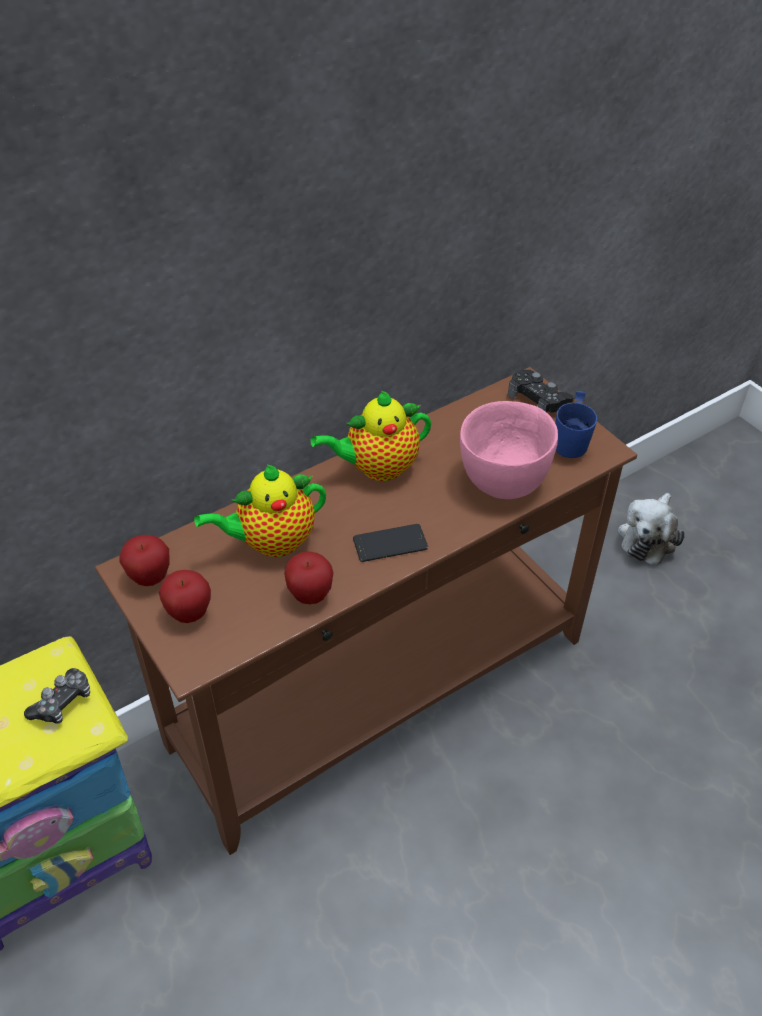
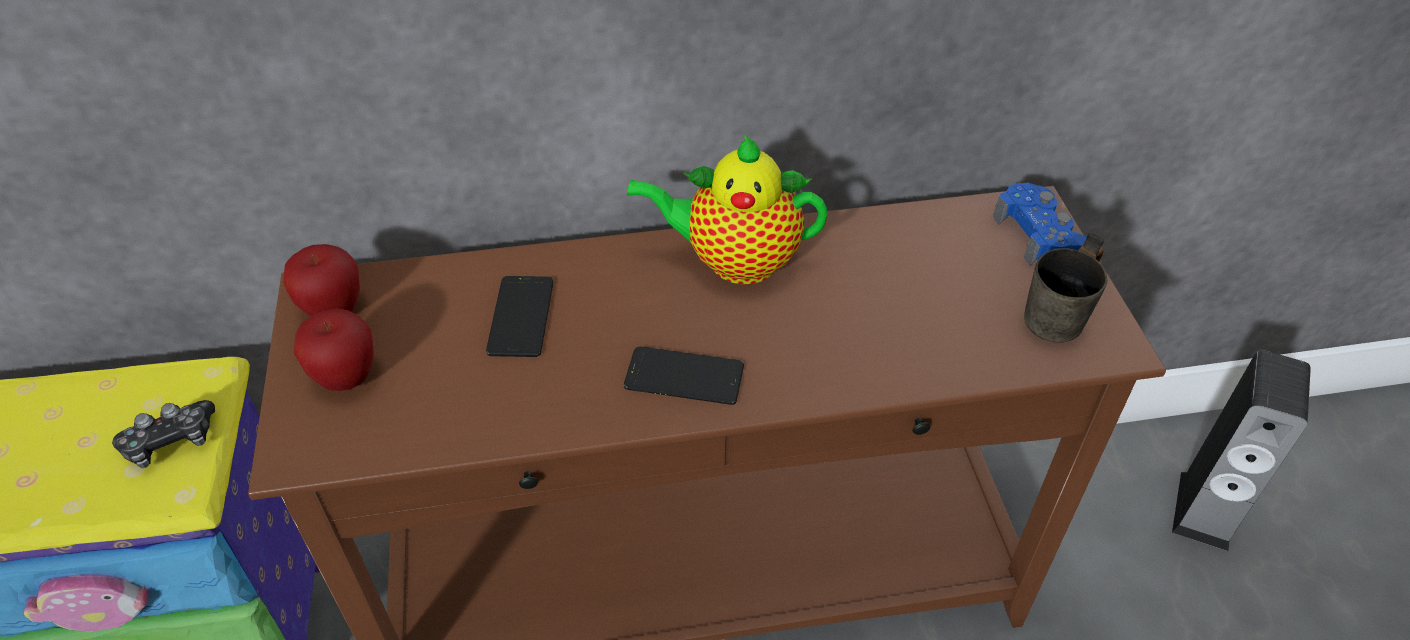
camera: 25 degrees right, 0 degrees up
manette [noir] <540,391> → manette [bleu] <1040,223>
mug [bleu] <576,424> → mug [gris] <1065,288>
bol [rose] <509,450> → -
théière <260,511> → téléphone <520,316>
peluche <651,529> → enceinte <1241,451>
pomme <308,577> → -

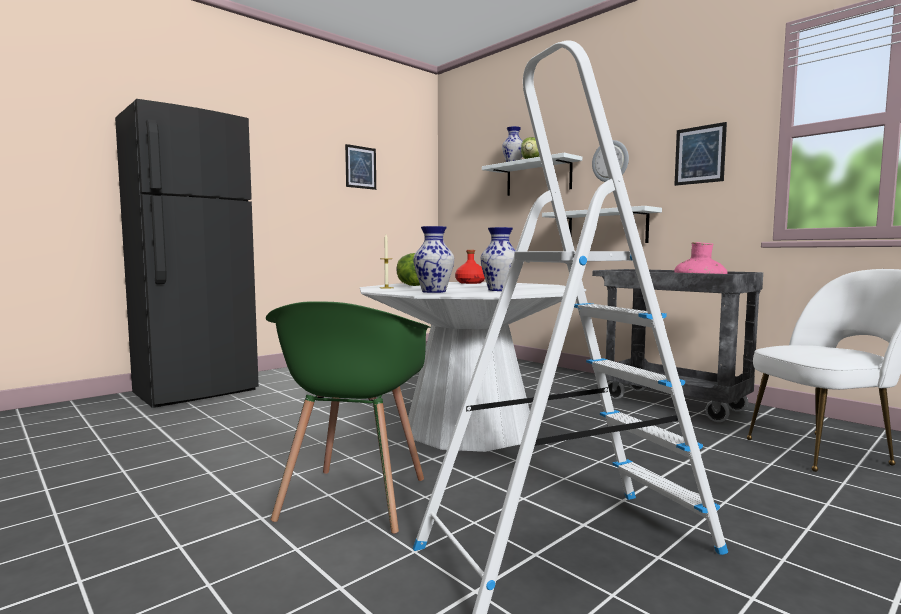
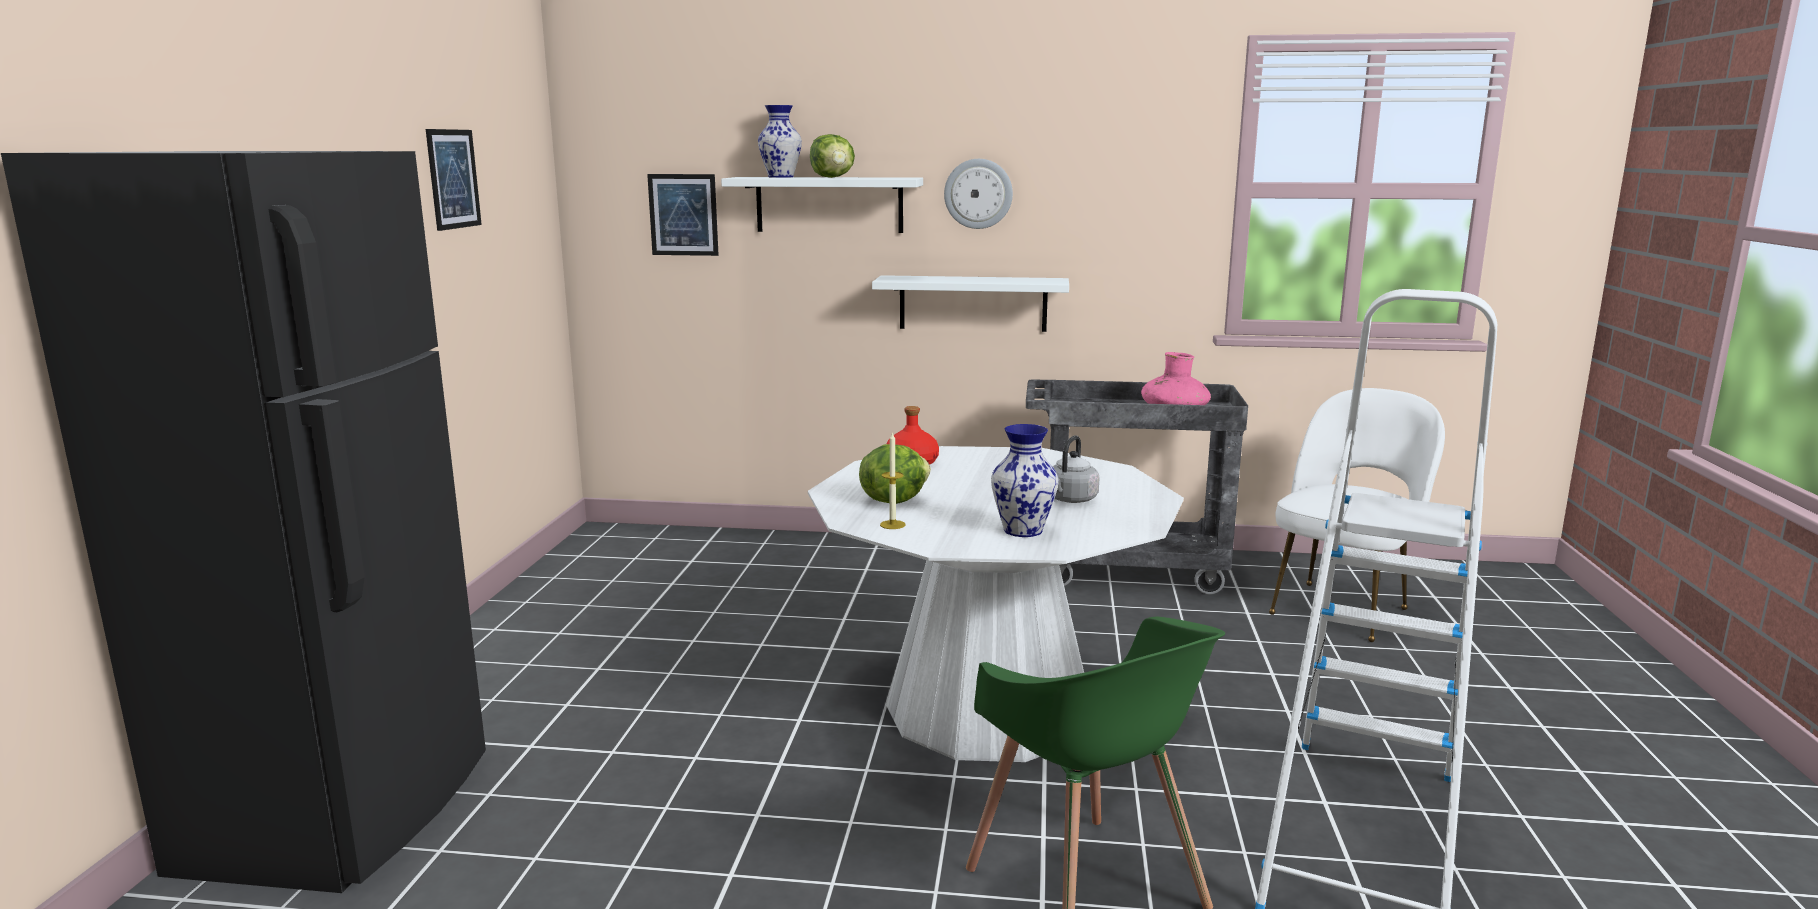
camera: 40 degrees left, 10 degrees up
tableau <700,154> → tableau <683,215>, shifted
vase <498,259> → bouilloire [gris] <1076,469>

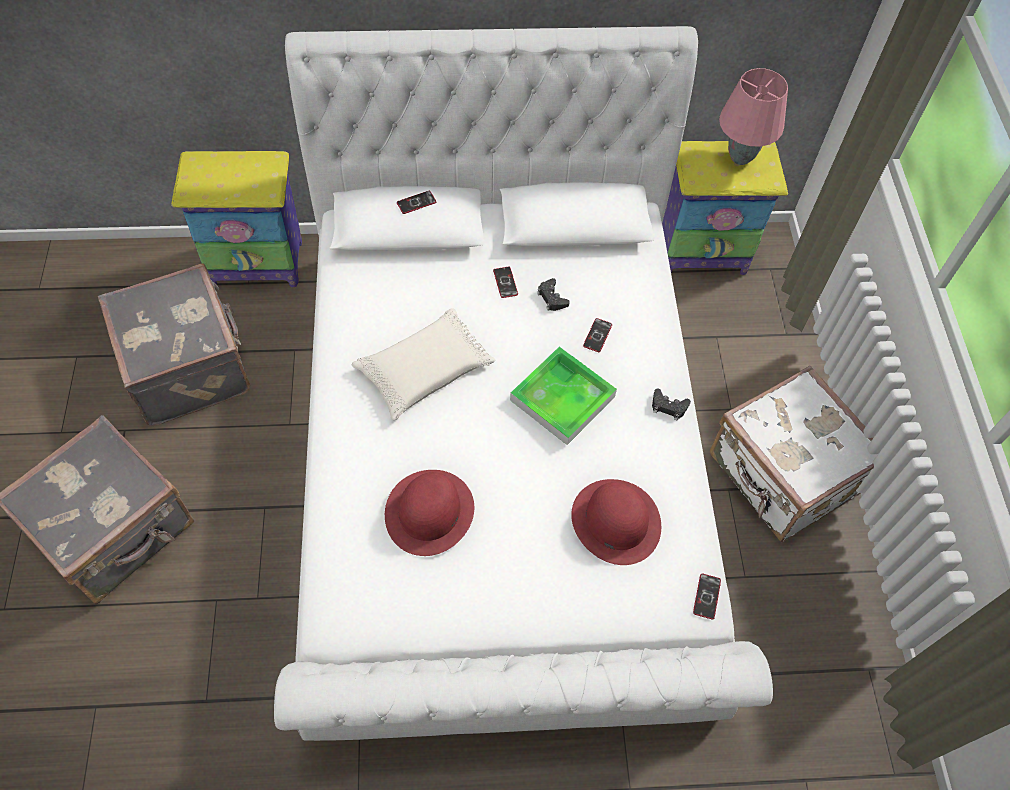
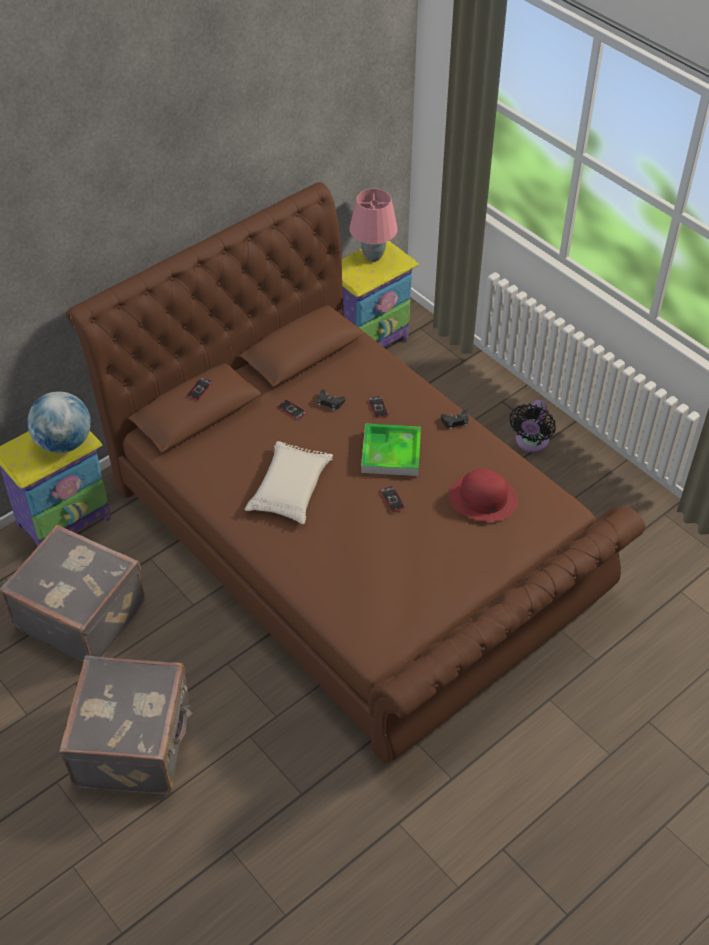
camera: 35 degrees left, 10 degrees down
lit [blanc] <523,383> → lit [marron] <356,473>
valise [blanc] <793,454> → ventilateur [noir] <533,426>
chapeau [rouge] <429,513> → -
téléphone <707,596> → téléphone <392,499>, shifted
- → globe <59,422>

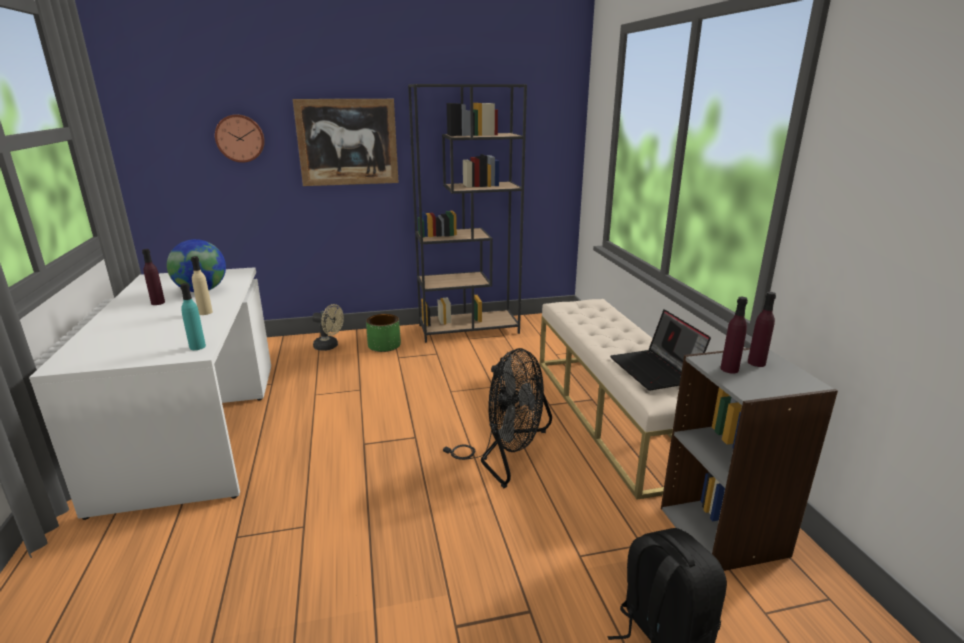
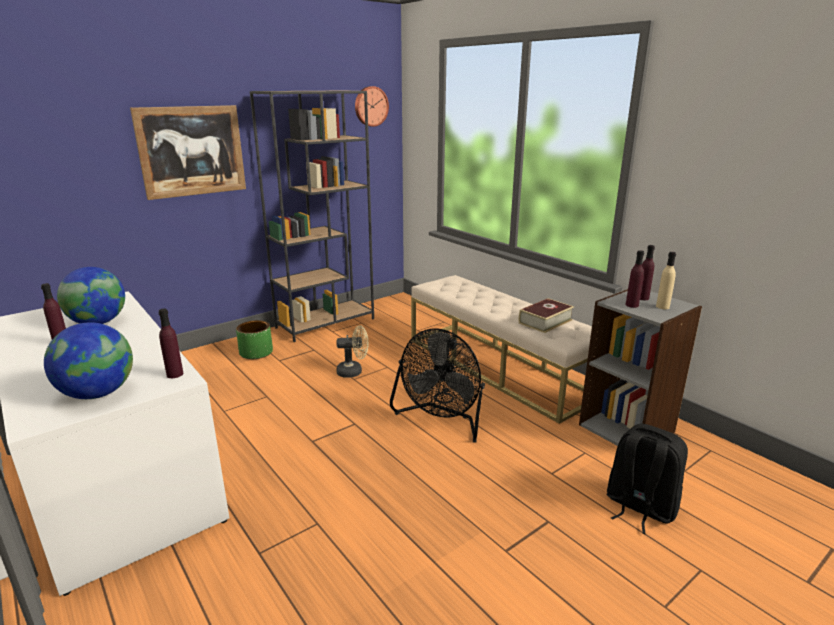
camera: 25 degrees left, 0 degrees up
horloge murale <240,138> → horloge murale <372,106>, shifted
bouteille [beige] <202,285> → bouteille [beige] <666,280>, shifted
bouteille [turquoise] <193,316> → bouteille [violet] <171,343>
ventilateur [beige] <328,327> → ventilateur [beige] <352,351>, shifted
ordinateur portable <660,349> → livre <546,315>
ventilateur [noir] <497,418> → ventilateur [noir] <437,385>, 120 degrees clockwise
- → globe <88,360>

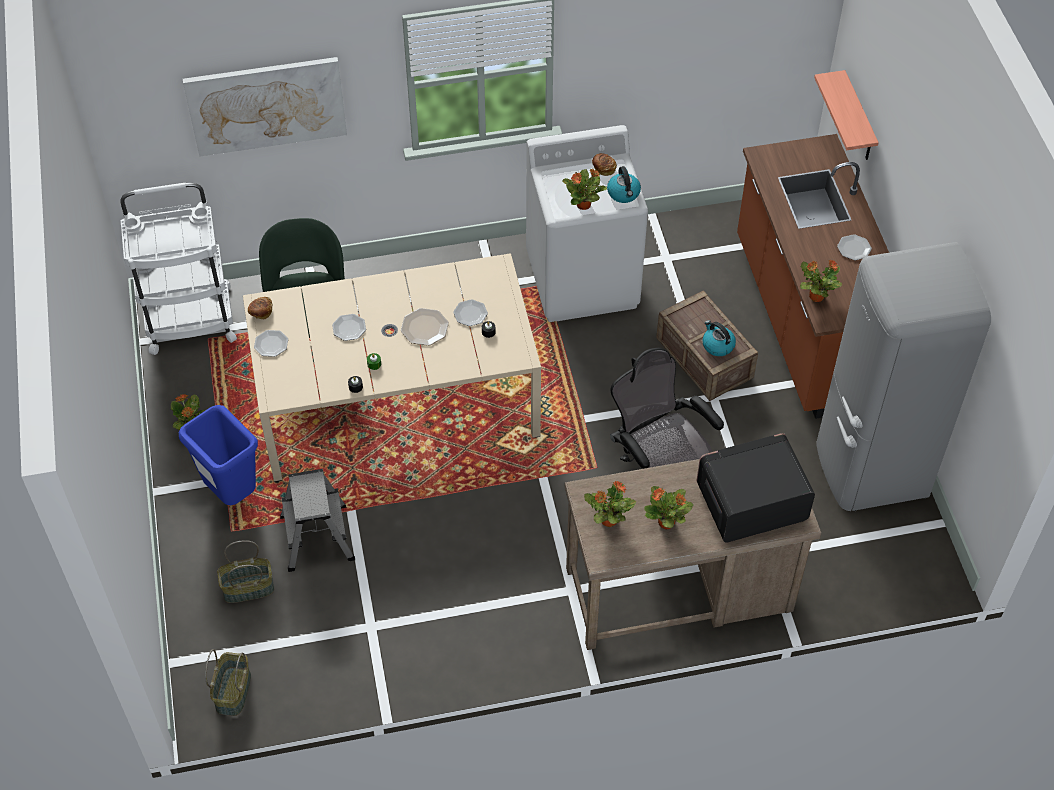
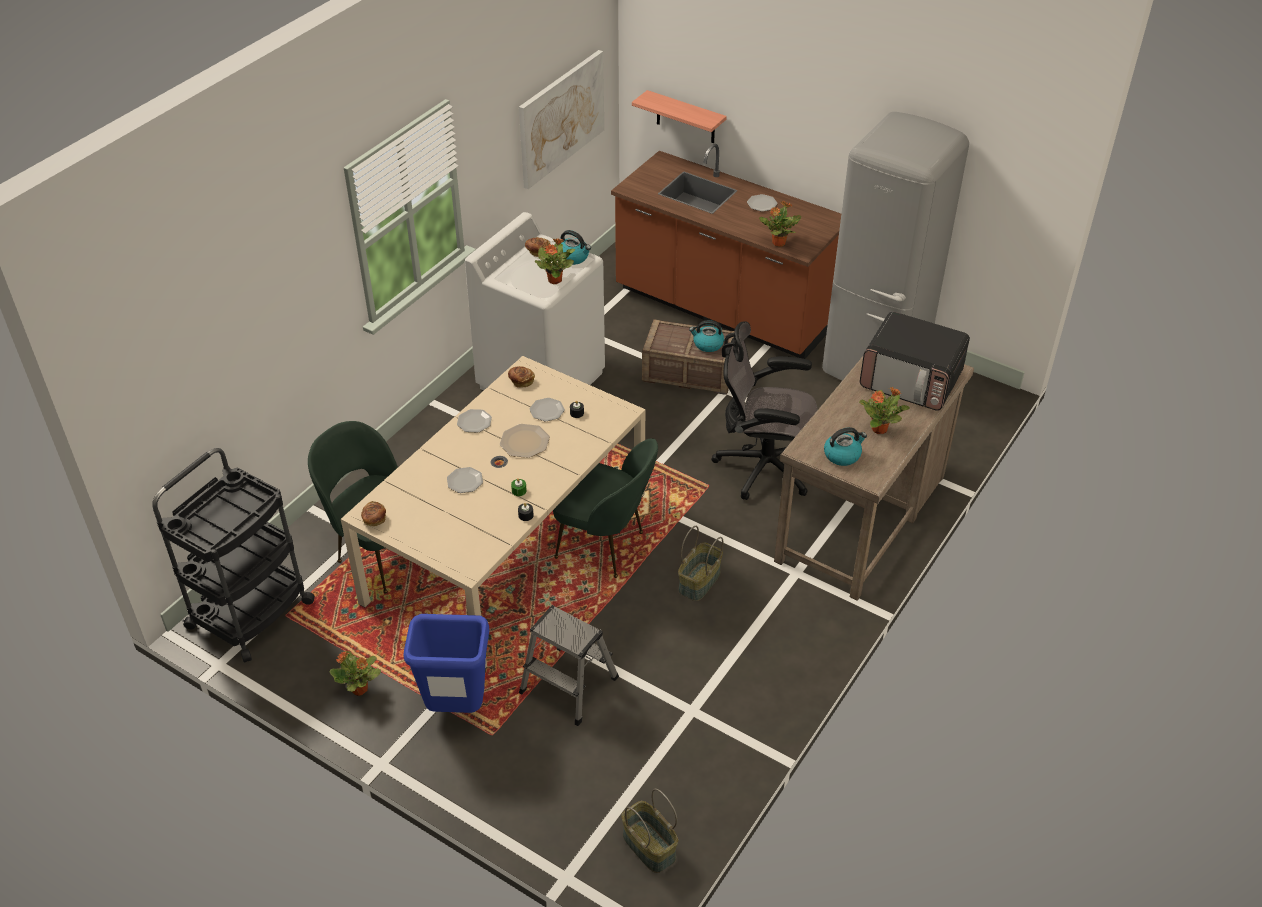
camera: 45 degrees left, 10 degrees down
tableau <265,107> → tableau <561,119>, shifted
chariot [blanc] <178,269> → chariot [noir] <233,555>
assiette <271,343> → assiette <474,420>, shifted
micro-ondes <755,487> → micro-ondes <915,361>, 90 degrees counterclockwise
plante en pot <610,504> → bouilloire <845,446>
panier <245,571> → panier <700,563>, shifted
- → pain <521,376>
- → chaise [vert] <605,508>

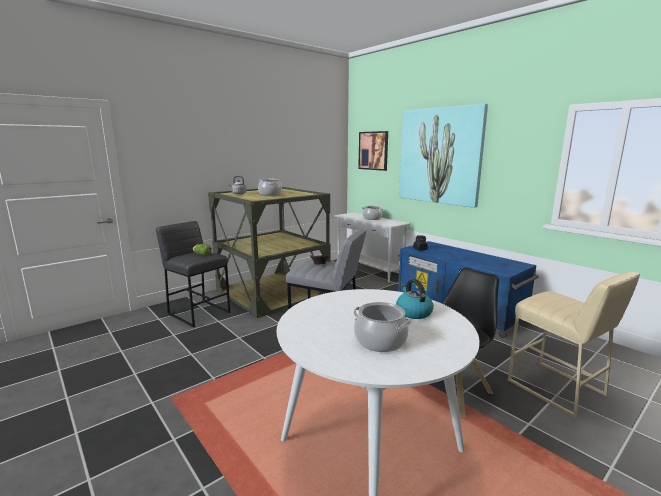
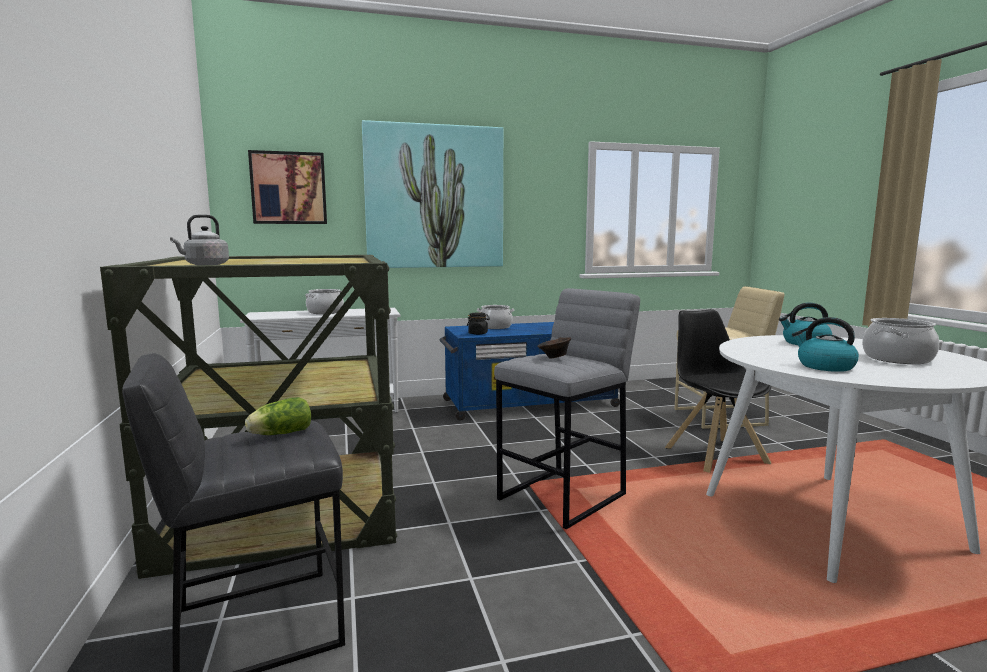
camera: 65 degrees left, 5 degrees down
marmite <270,187> → marmite <495,317>, shifted
- → bouilloire <825,344>

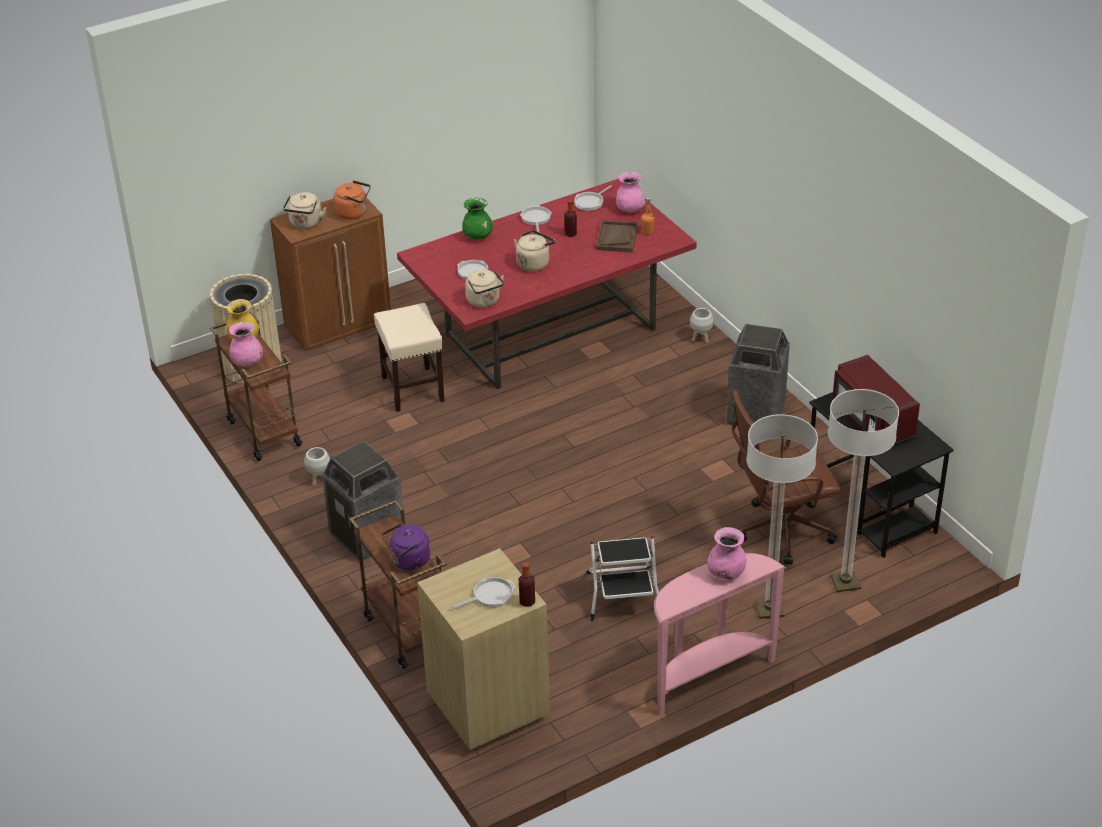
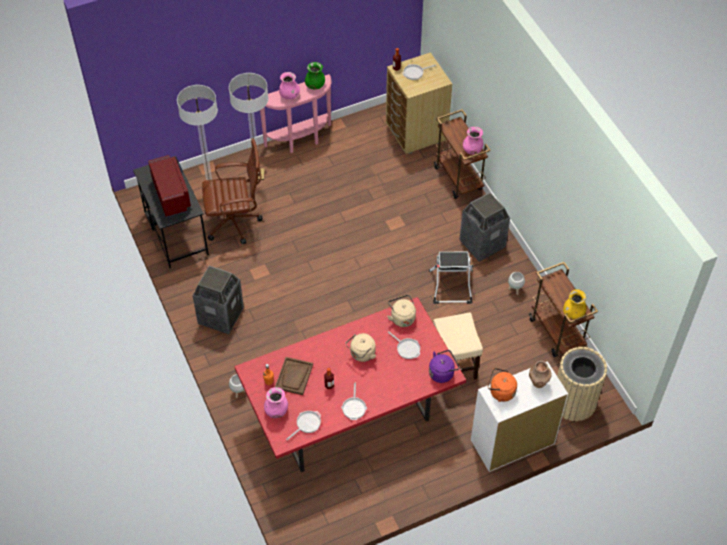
camera: 175 degrees left, 15 degrees up
bouilloire [beige] <305,210> → vase [marron] <540,374>
meuble de rangement [marron] <330,274> → meuble de rangement [blanc] <519,416>
vase [vert] <477,219> → vase [vert] <315,76>, shifted
vase [rose] <246,344> → vase [rose] <473,141>, shifted
bouilloire [violet] <406,546> → bouilloire [violet] <444,366>, shifted
escabeau <622,579> → escabeau <451,278>, shifted

